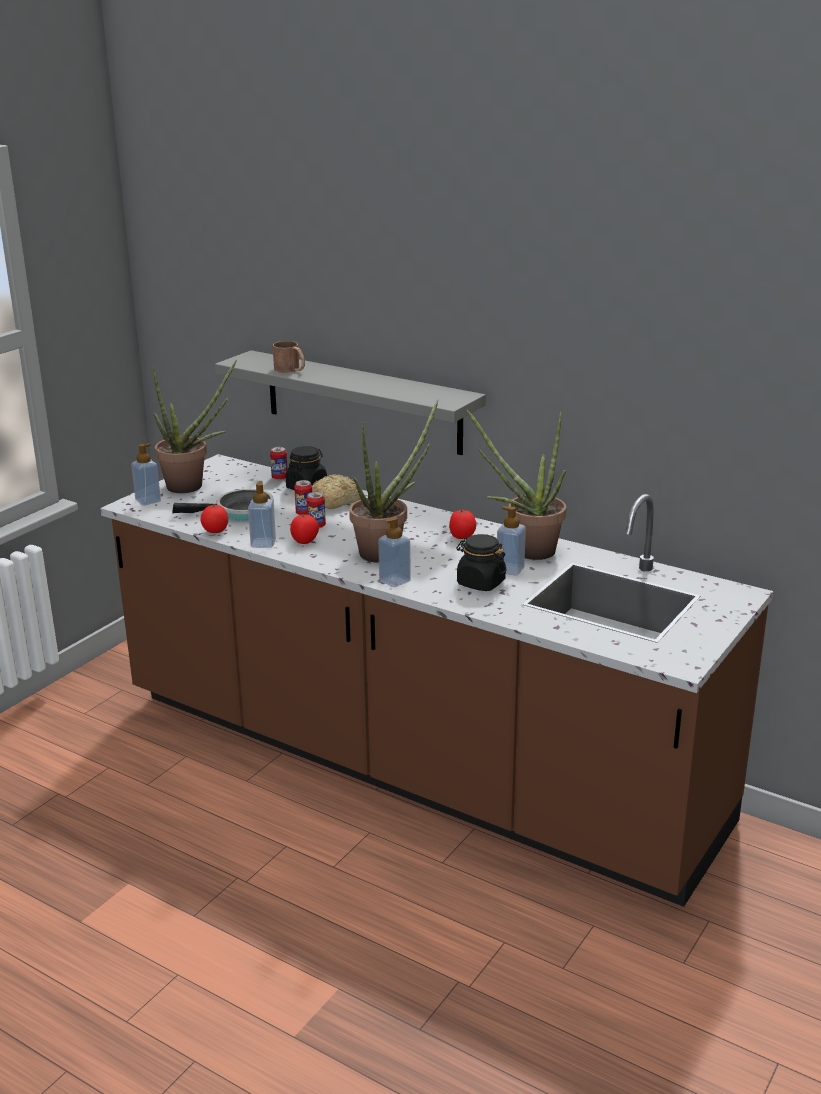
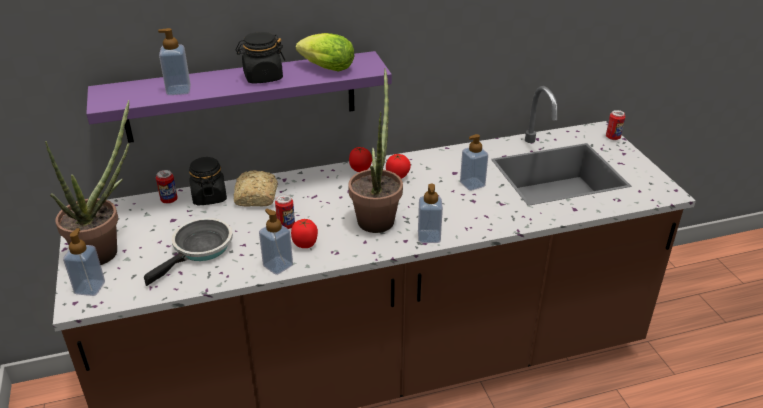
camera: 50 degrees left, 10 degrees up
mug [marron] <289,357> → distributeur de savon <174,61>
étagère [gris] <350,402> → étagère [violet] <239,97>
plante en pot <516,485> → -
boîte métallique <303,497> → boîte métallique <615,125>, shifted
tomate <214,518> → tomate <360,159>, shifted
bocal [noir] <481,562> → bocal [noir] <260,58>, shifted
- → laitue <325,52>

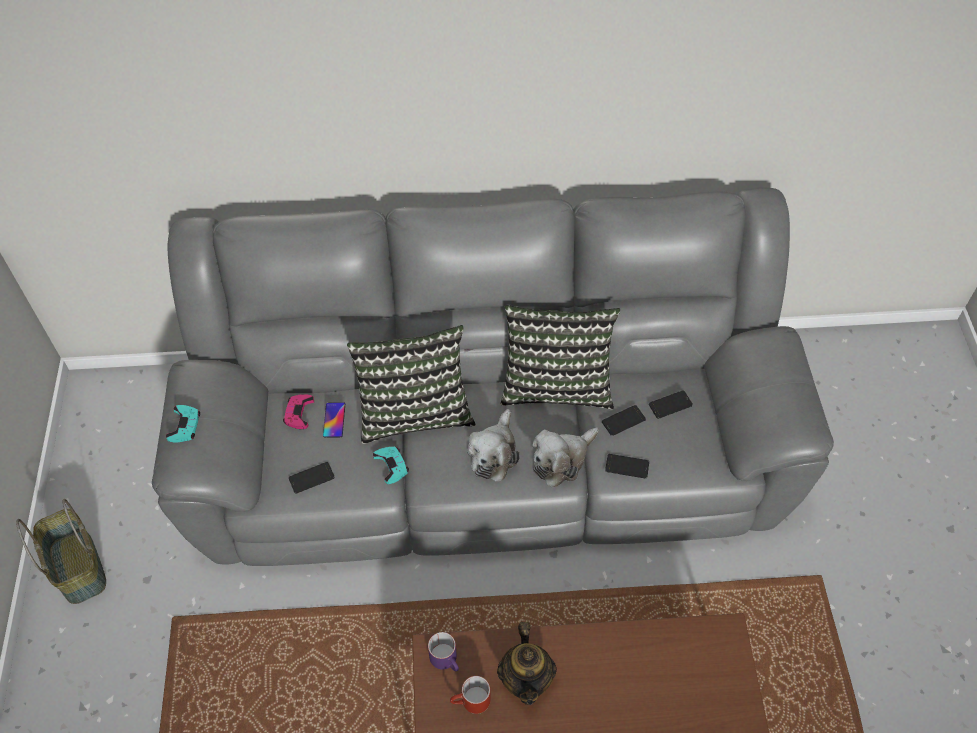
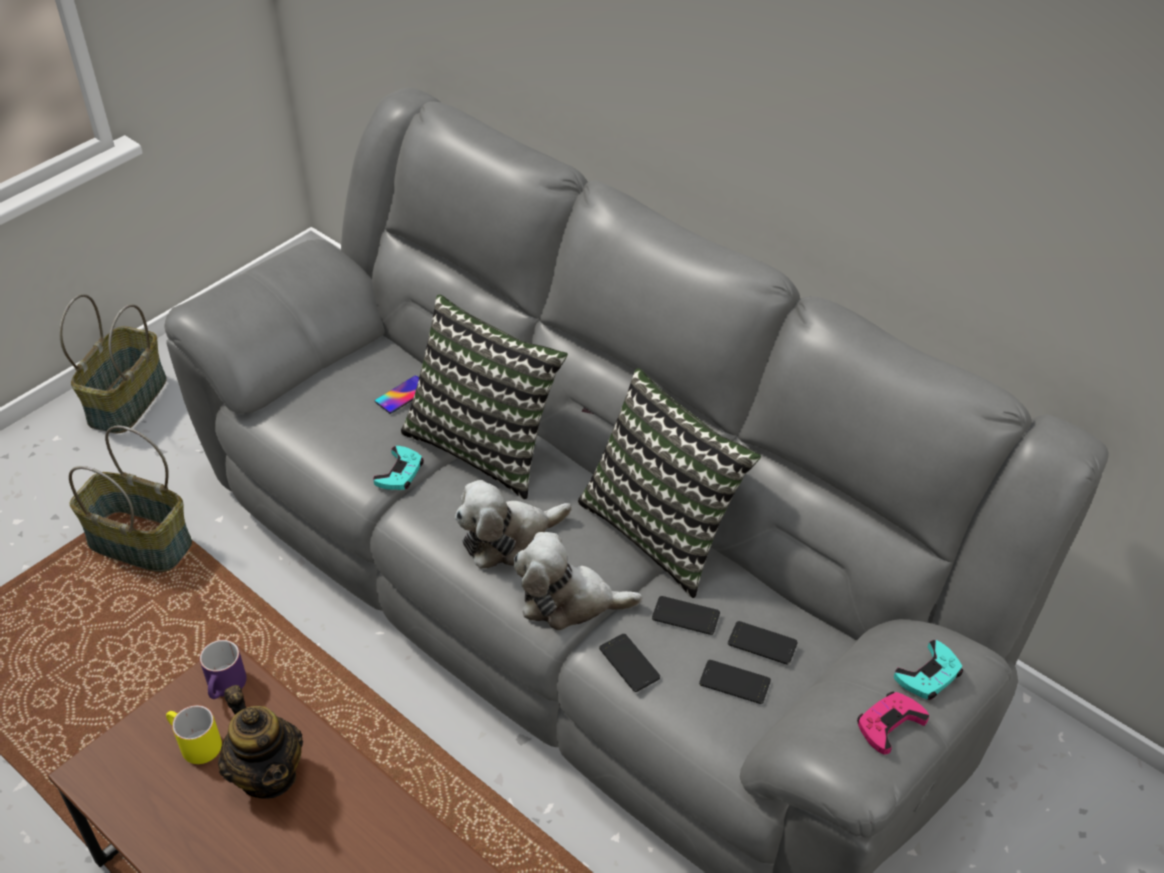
camera: 45 degrees right, 10 degrees down
manette [rose] <298,411> → manette [rose] <893,723>, shifted
manette [turquoise] <183,423> → manette [turquoise] <928,670>, shifted
téléphone <312,478> → téléphone <735,682>, shifted
théière <527,663> → théière <260,742>, 75 degrees counterclockwise
mug [rouge] <470,695> → mug [jaune] <194,734>
- → panier <130,498>

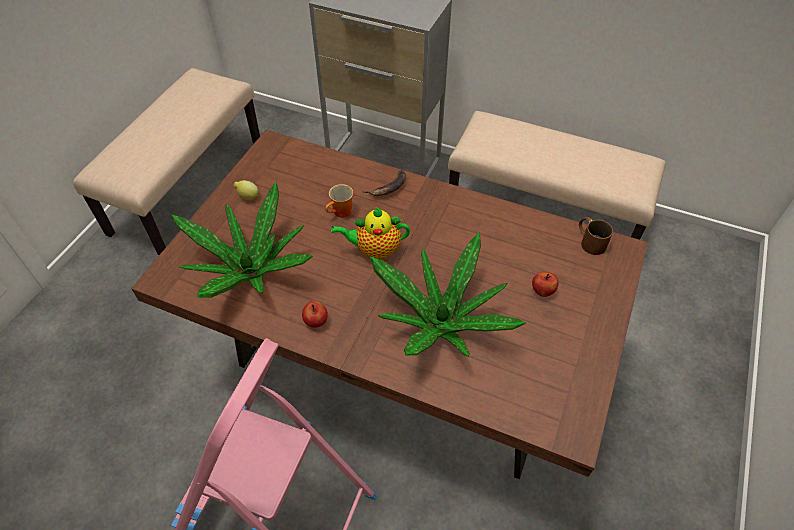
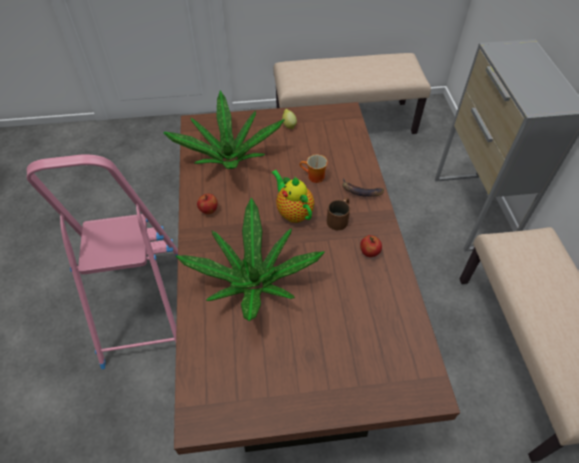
camera: 60 degrees right, 0 degrees up
mug [marron] <596,236> → mug [marron] <338,214>, shifted
pomme <545,284> → pomme <371,246>, shifted

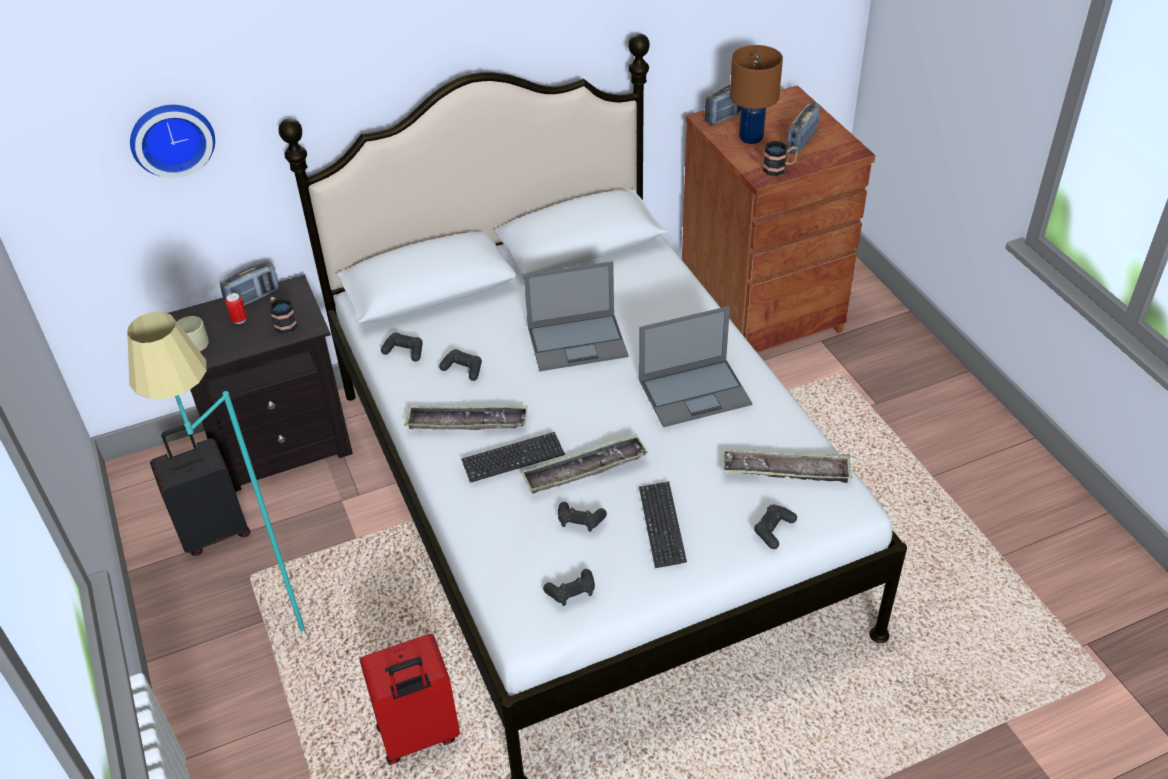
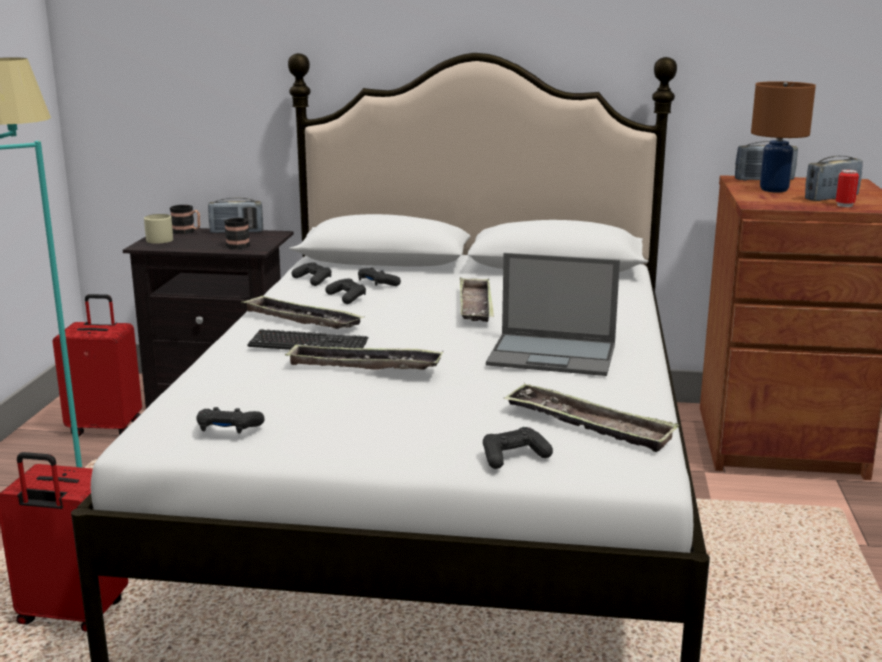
camera: 30 degrees right, 25 degrees down
horloge murale <172,141> → -
mug <780,158> → mug <185,219>, shifted
ordinateur portable <576,316> → plateau <477,299>
boîte métallique <236,308> → boîte métallique <847,188>, shifted
valise [noir] <200,490> → valise [rouge] <97,365>
clavier <663,524> → -
manette [noir] <582,517> → manette [noir] <379,276>, shifted

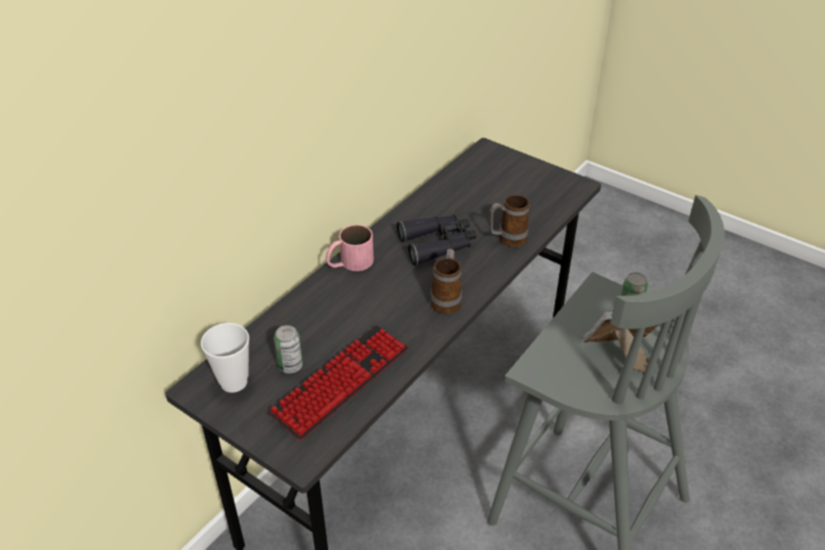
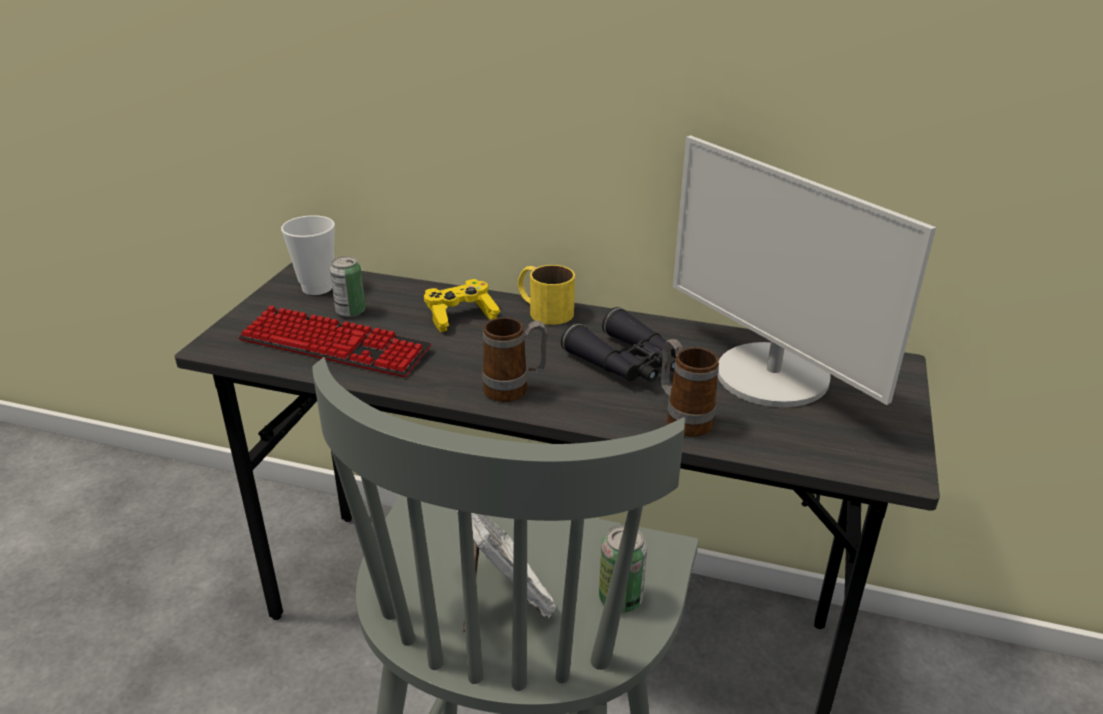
camera: 70 degrees right, 10 degrees down
mug [rose] <350,248> → mug [jaune] <546,295>
- → écran d'ordinateur <804,271>
- → manette [jaune] <462,305>

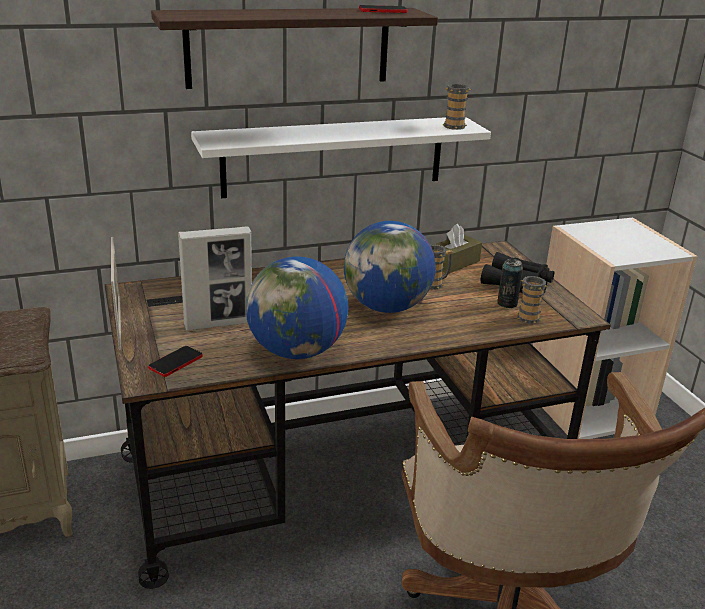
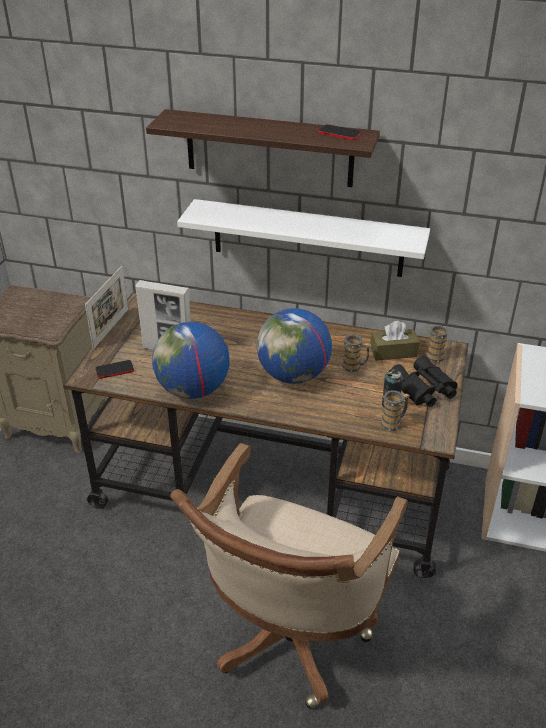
camera: 35 degrees right, 10 degrees up
mug <456,107> → mug <437,344>, shifted

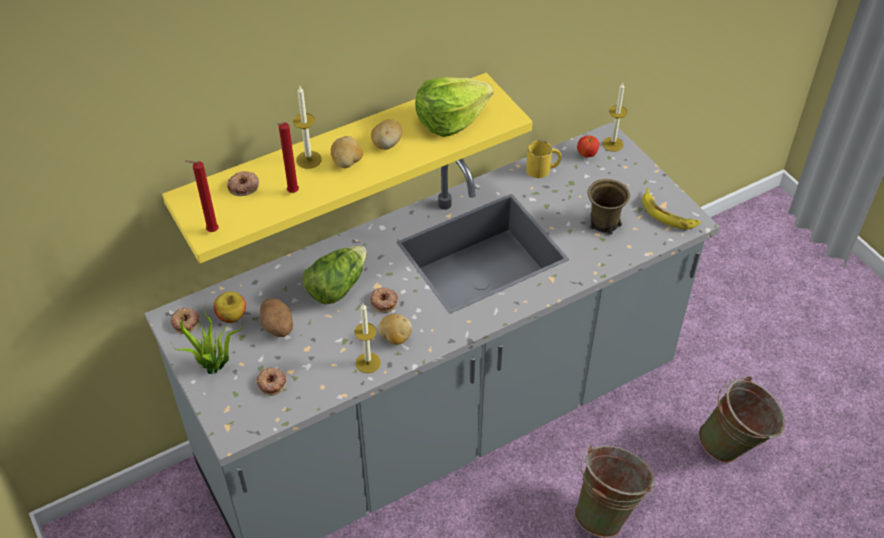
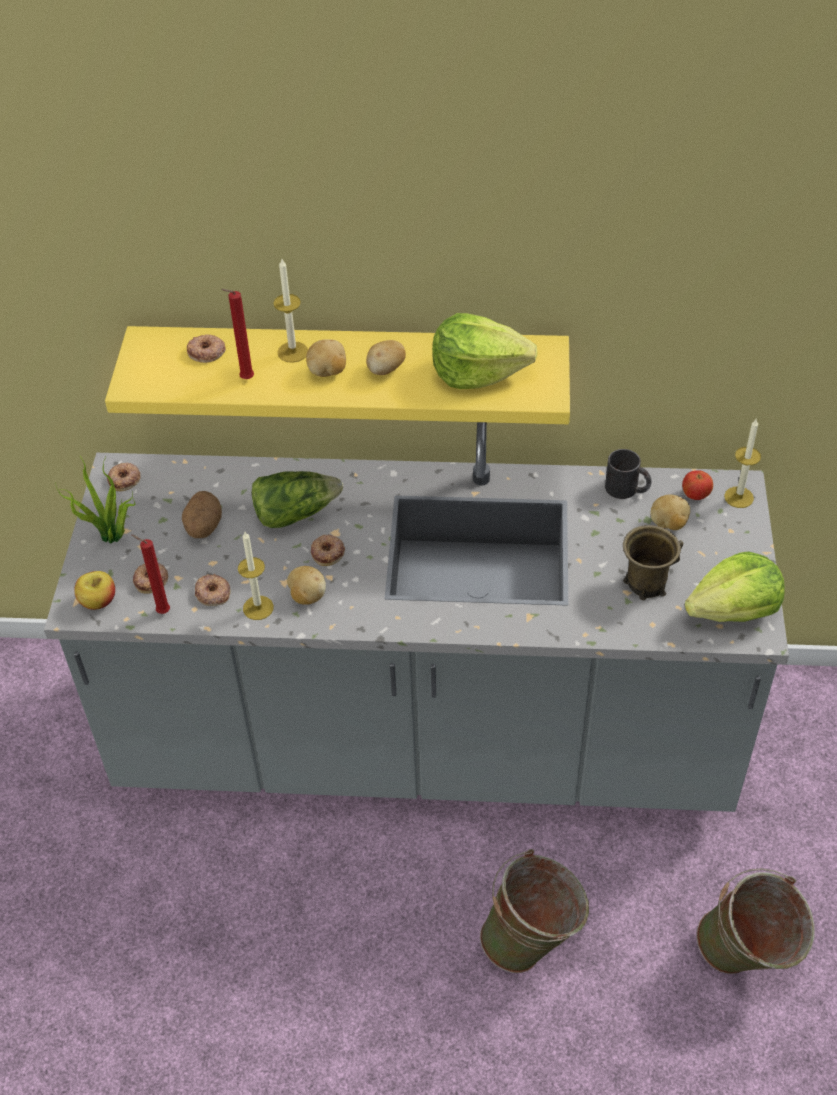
camera: 35 degrees right, 0 degrees up
mug [jaune] <544,159> → mug [noir] <628,474>
bougie [rouge] <202,196> → bougie [rouge] <151,574>, shifted
banane <671,208> → laitue <734,586>
pomme <229,307> → pomme <94,590>, shifted
- → pomme de terre <670,512>
- → beignet <213,590>

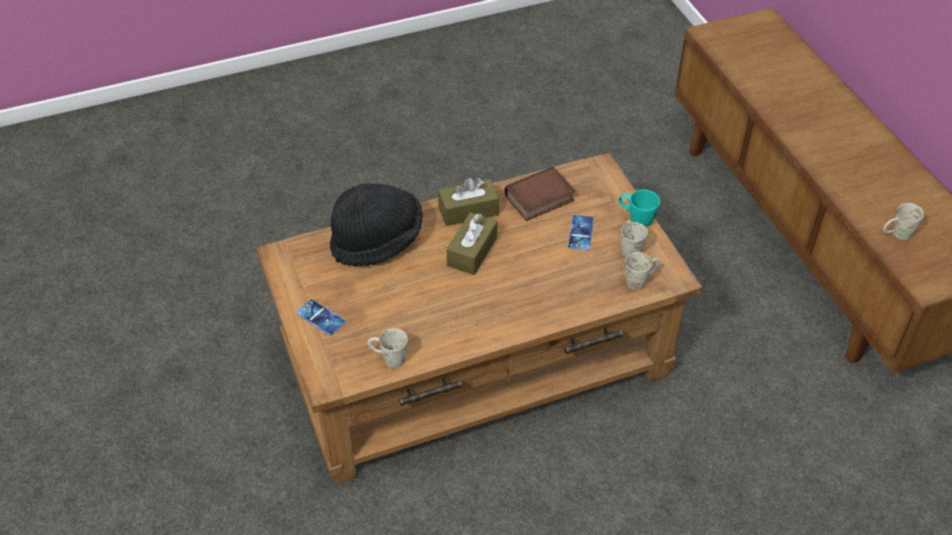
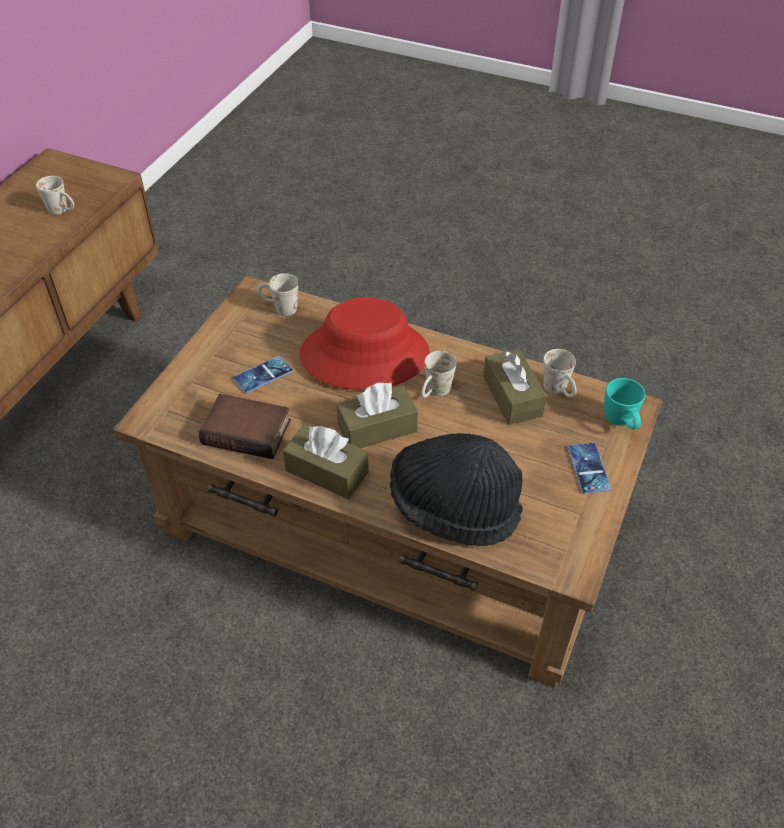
camera: 135 degrees left, 0 degrees up
mug [turquoise] <639,208> → mug [turquoise] <625,403>, shifted
mug [blanc] <634,238> → mug [blanc] <439,374>, shifted
- → chapeau [rouge] <365,343>
- → boîte à mouchoirs [marron] <515,387>

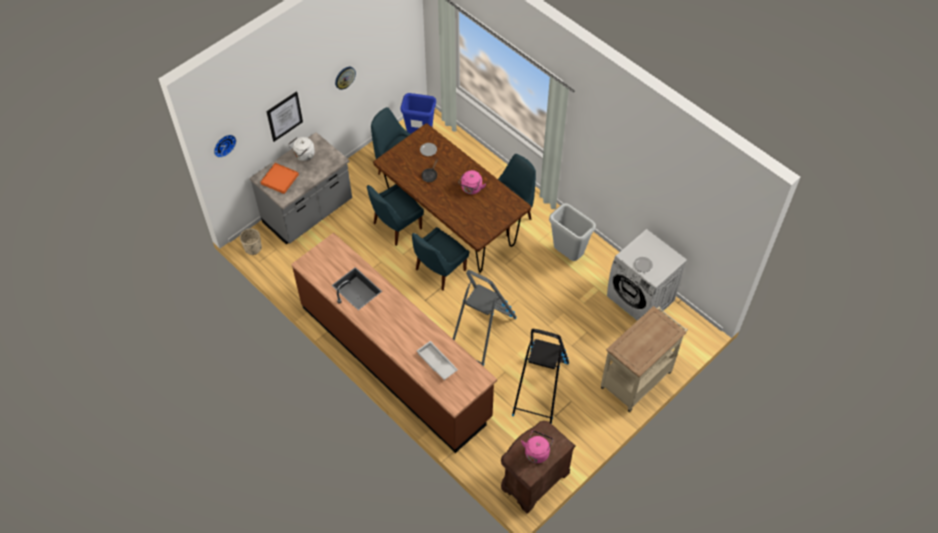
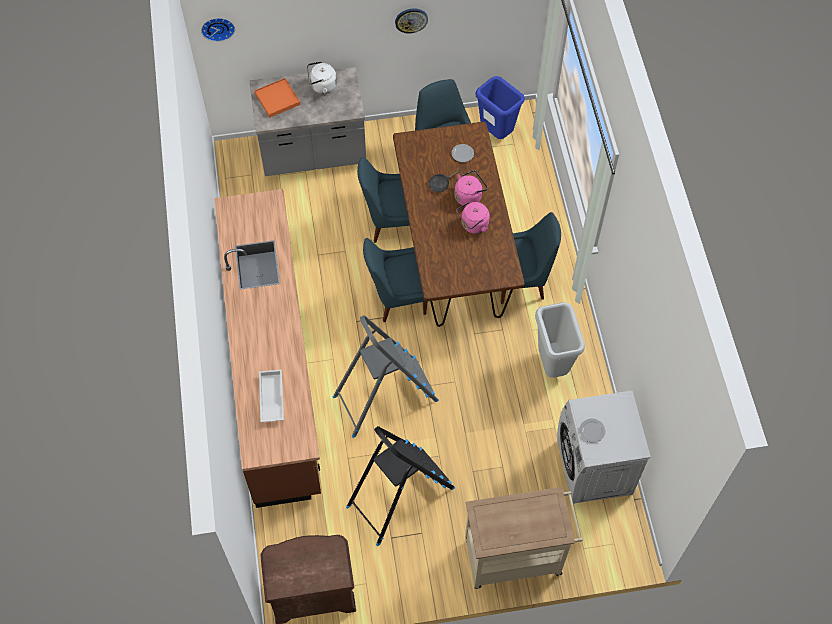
camera: 35 degrees right, 5 degrees up
tableau <284,117> → -
cache-pot [beige] <251,241> → -
bouilloire [rose] <537,446> → bouilloire [rose] <471,188>, shifted

